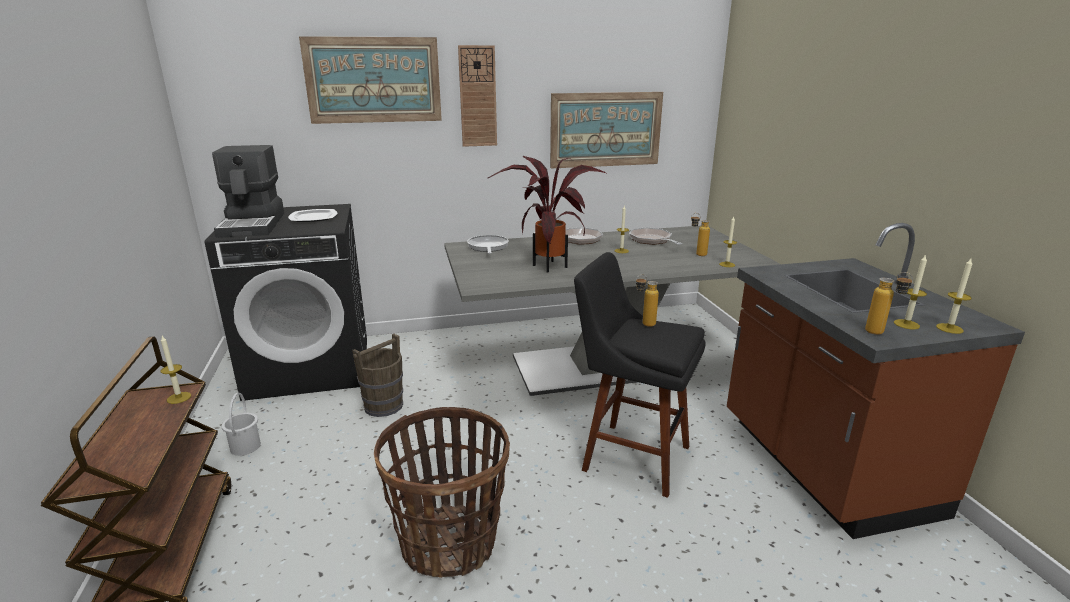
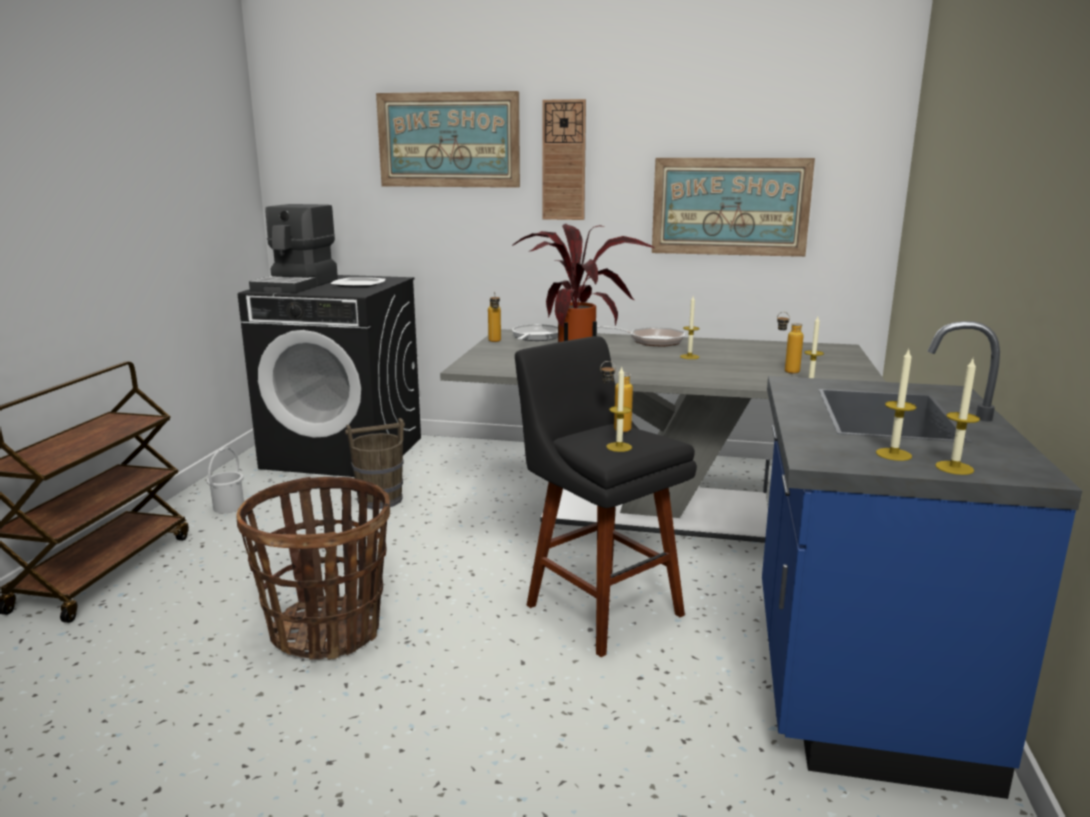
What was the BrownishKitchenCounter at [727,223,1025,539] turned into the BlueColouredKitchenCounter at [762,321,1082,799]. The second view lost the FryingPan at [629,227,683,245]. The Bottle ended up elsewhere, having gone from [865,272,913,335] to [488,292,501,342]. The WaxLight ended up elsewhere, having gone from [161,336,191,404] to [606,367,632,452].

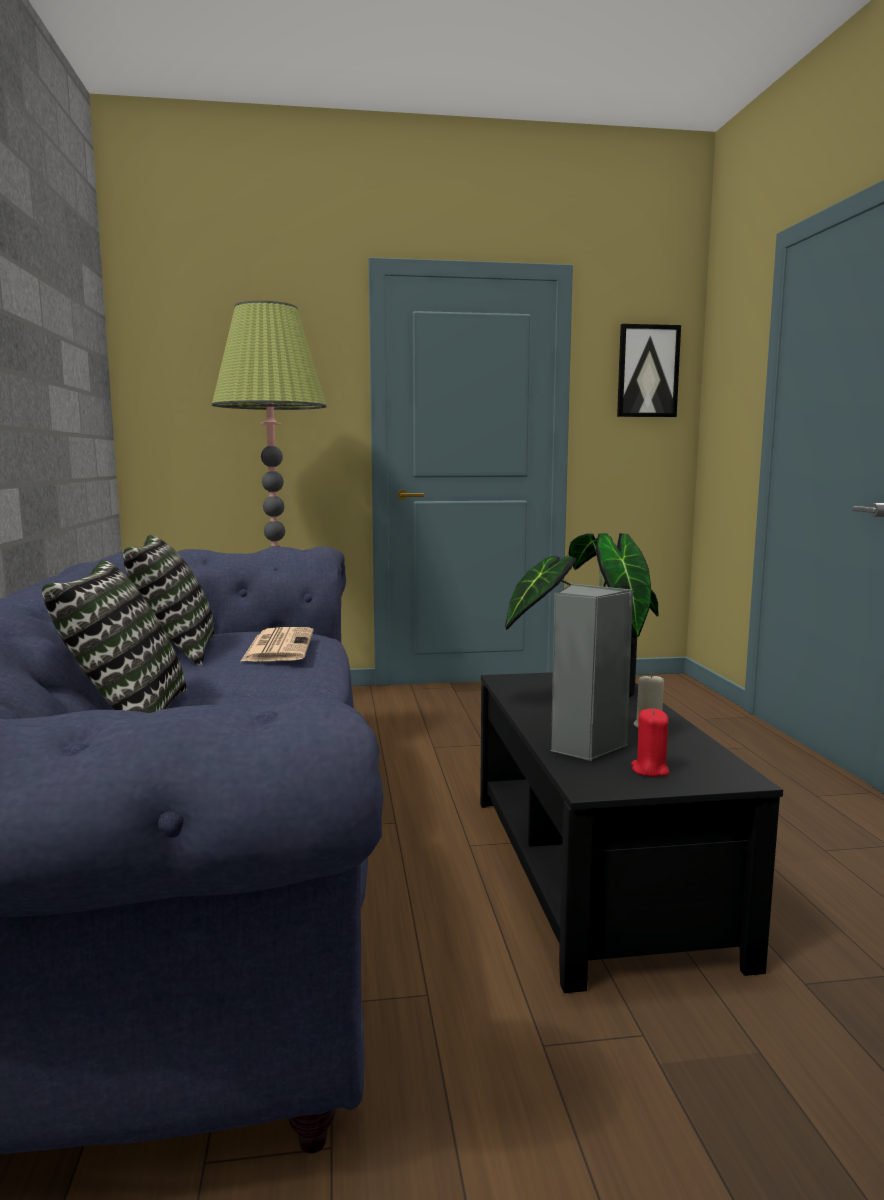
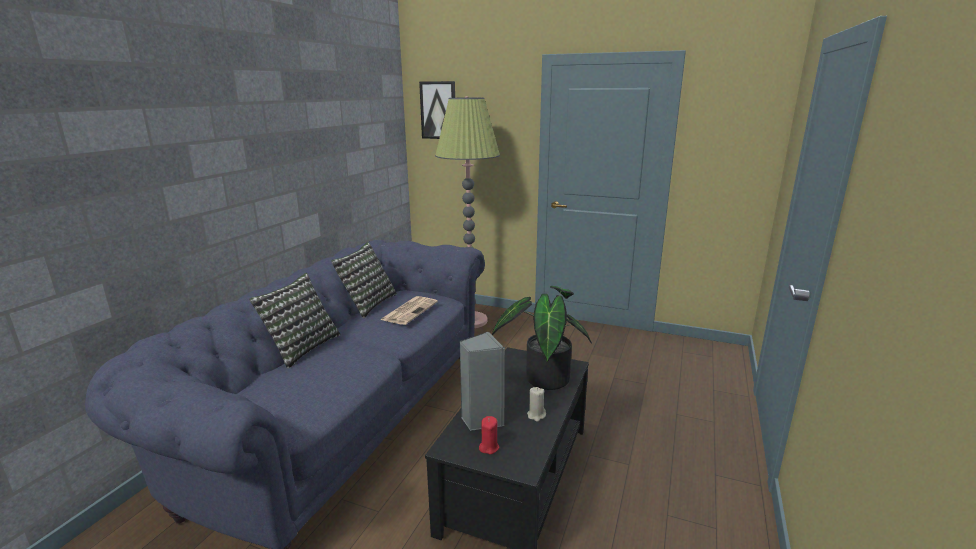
The WallArt ended up elsewhere, having gone from [617,324,681,417] to [419,81,455,139].

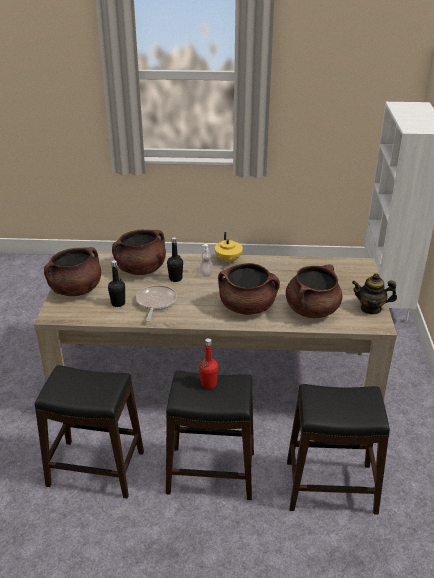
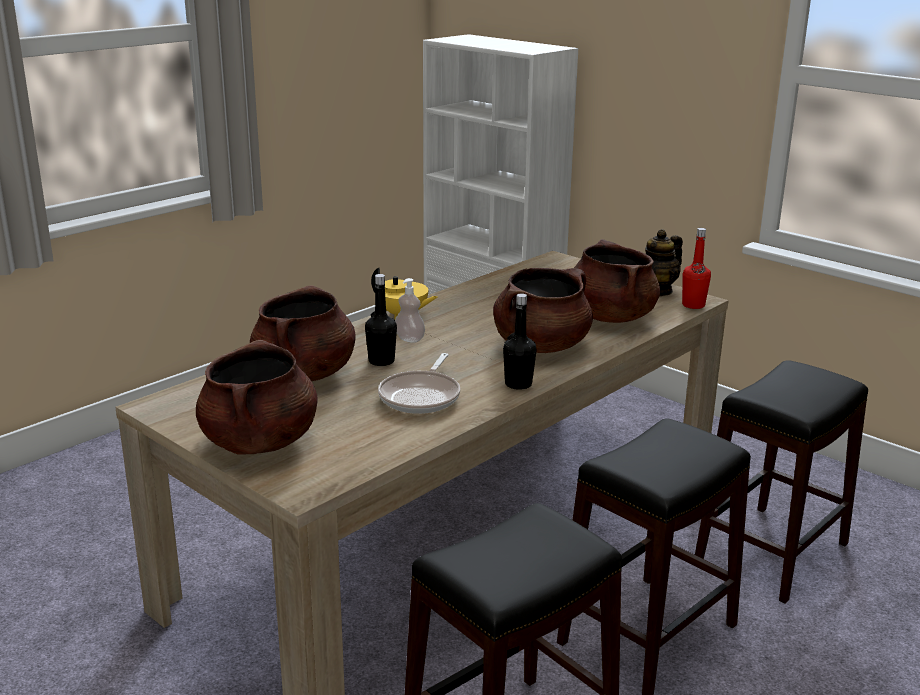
The BlackishBottle ended up elsewhere, having gone from [108,260,125,307] to [503,294,537,390]. The FryingPan at [136,285,177,322] ended up facing another way, 120 degrees counterclockwise from before. The ReddishBottle ended up elsewhere, having gone from [199,338,218,389] to [682,228,711,309].

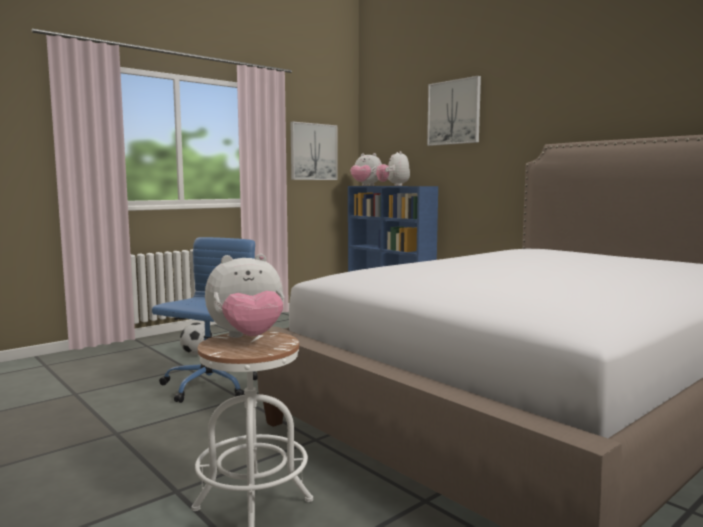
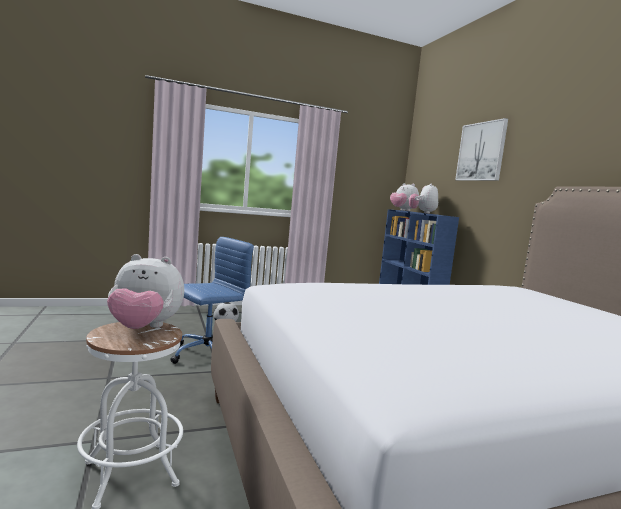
The second view lost the WallArt at [291,122,338,180].

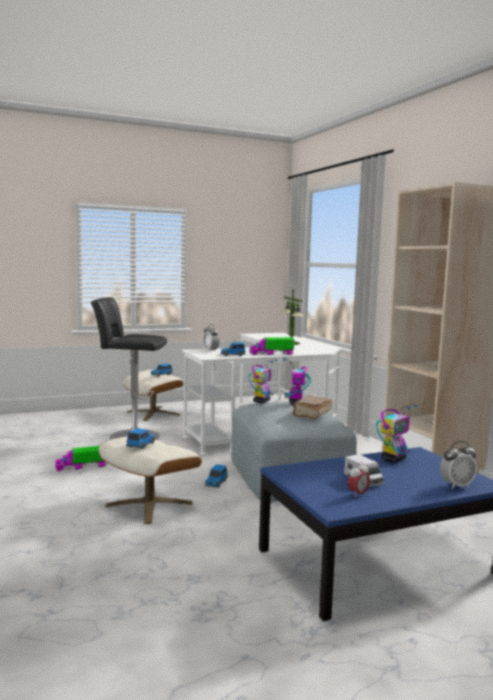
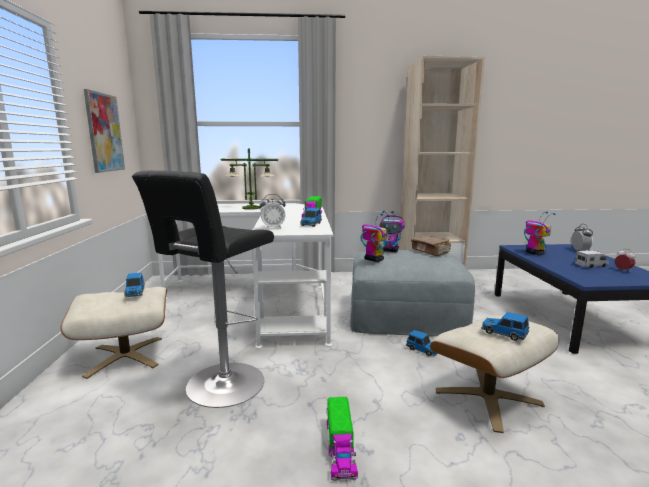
The second view gained the WallArt at [84,89,125,173].

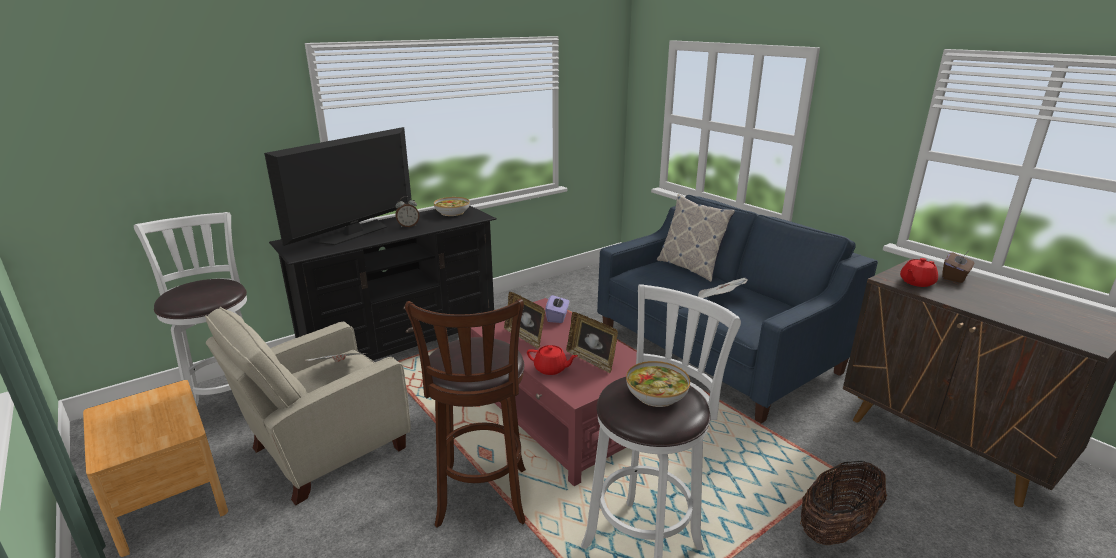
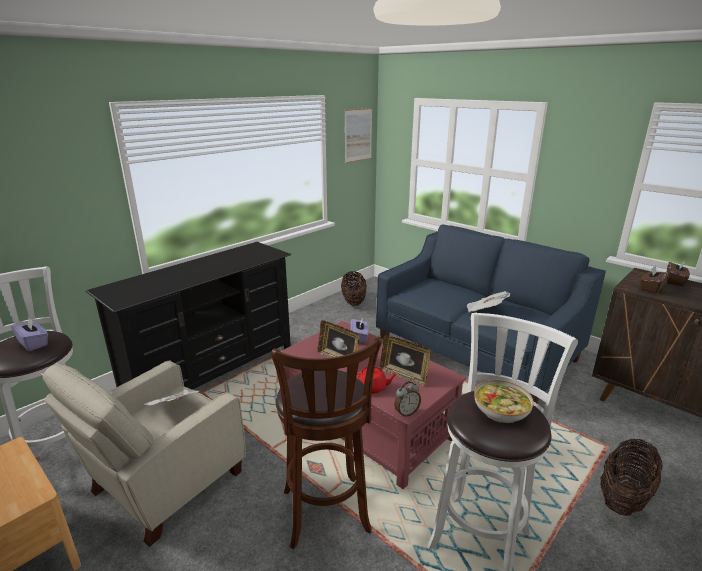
The second view lost the Television at [264,127,411,246]. The second view lost the Pillow at [657,194,735,282]. The BedsideClock ended up elsewhere, having gone from [395,197,419,228] to [394,381,421,417]. The second view lost the Bowl at [434,197,470,216]. Where the ReddishPotForTea stood at [900,258,938,287], the BrownishTissueBox came to stand at [640,266,669,293]. The second view gained the WallArt at [344,108,372,163]. The second view gained the Basket at [341,271,367,306]. The second view gained the PurpleColouredTissueBox at [12,318,48,351].

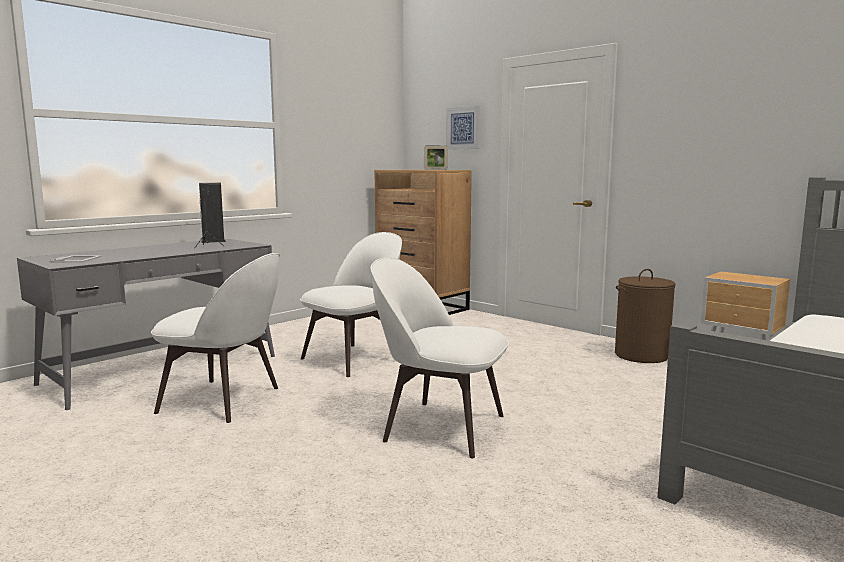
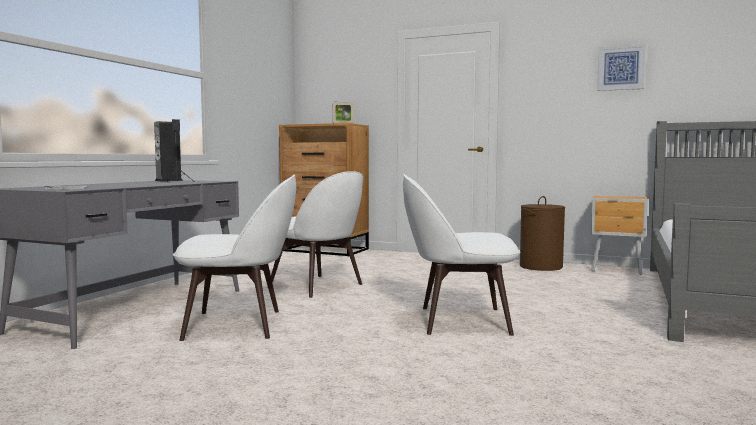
The WallArt ended up elsewhere, having gone from [446,106,480,150] to [597,44,646,91]. The WhiteColouredUprightChair at [300,232,402,377] ended up facing another way, 105 degrees clockwise from before.

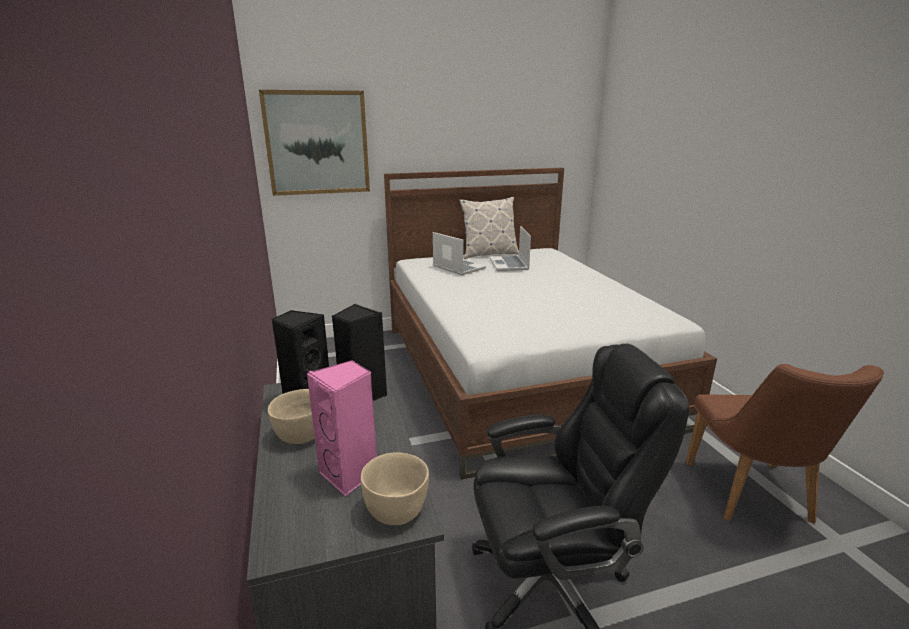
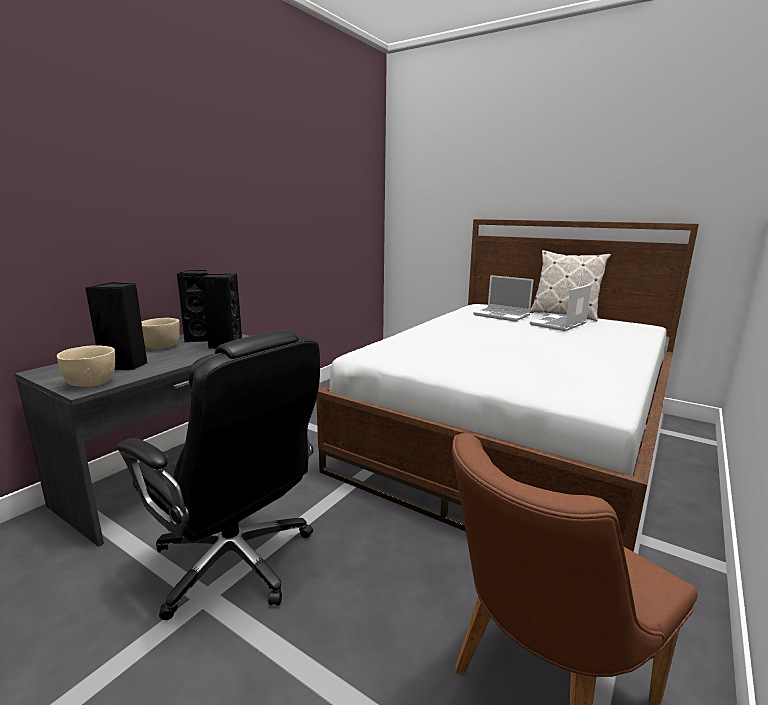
The second view lost the WallArt at [259,90,370,196]. The Laptop at [433,232,486,275] ended up facing another way, 120 degrees clockwise from before. What was the PinkAudioSpeaker at [307,360,377,496] turned into the BlackishAudioSpeaker at [85,282,147,370].

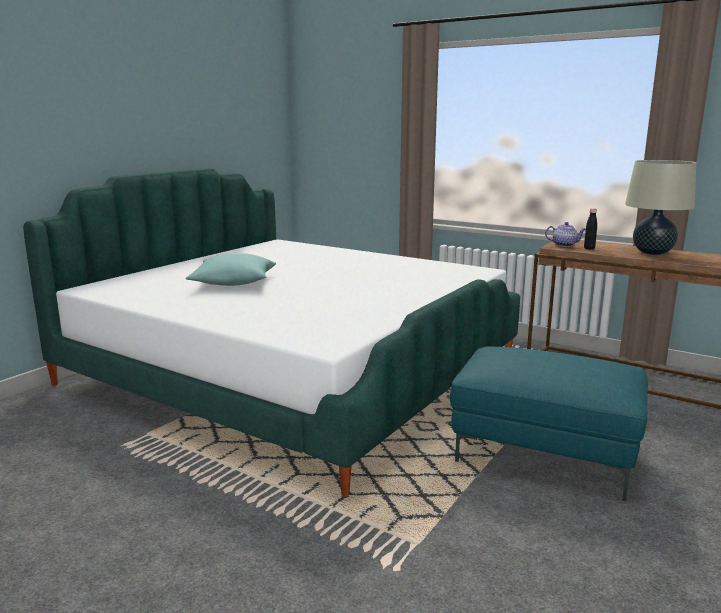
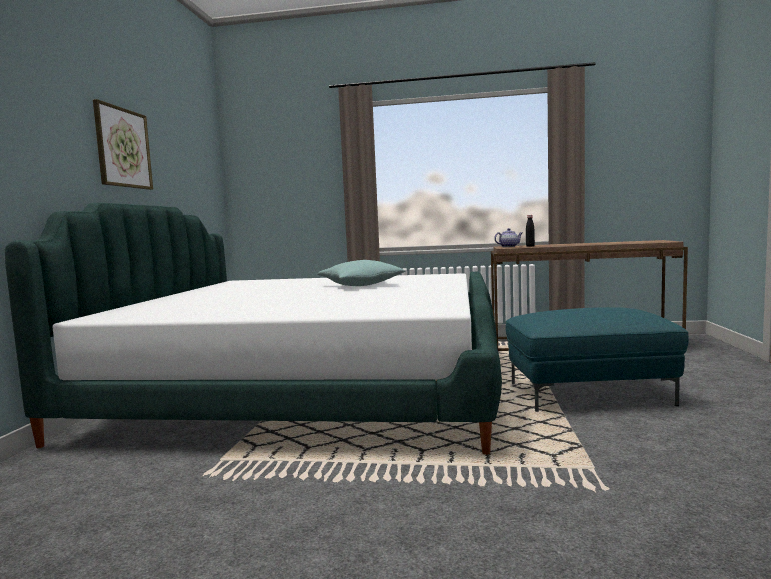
The second view lost the SandColouredTableLamp at [625,160,696,255]. The TurquoiseColouredPillow ended up elsewhere, having gone from [185,253,276,286] to [317,260,406,286]. The second view gained the WallArt at [93,99,153,190].

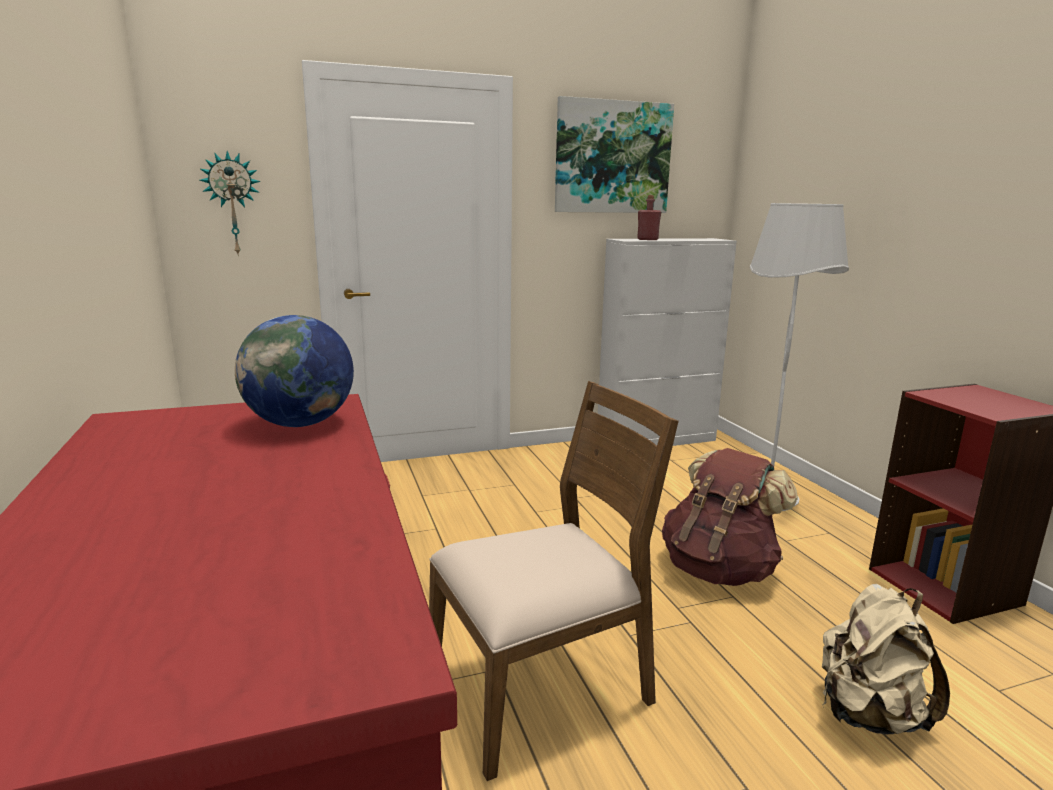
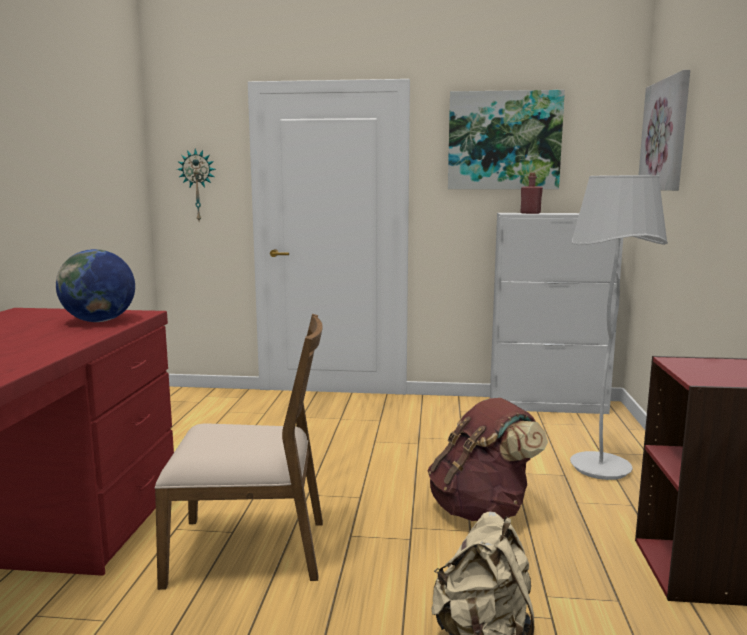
The second view gained the WallArt at [639,70,690,191].

